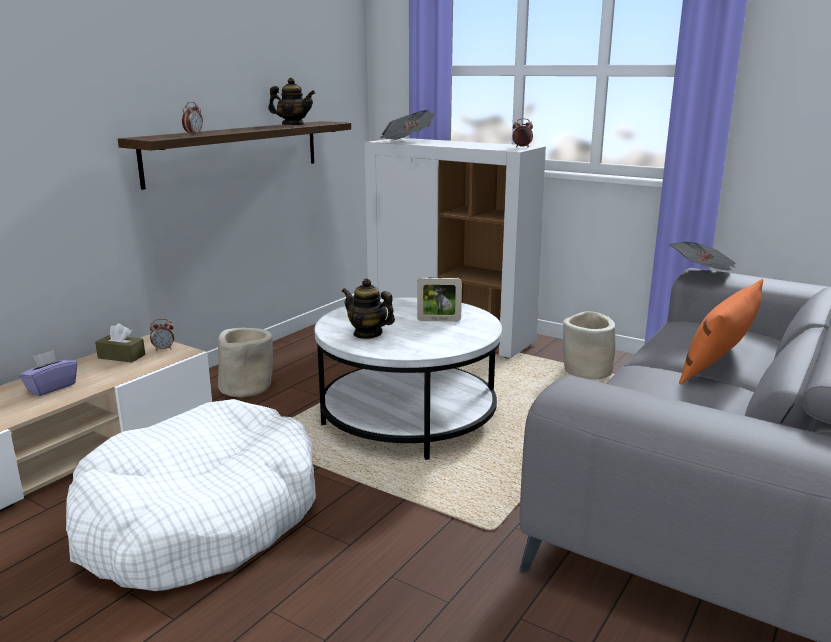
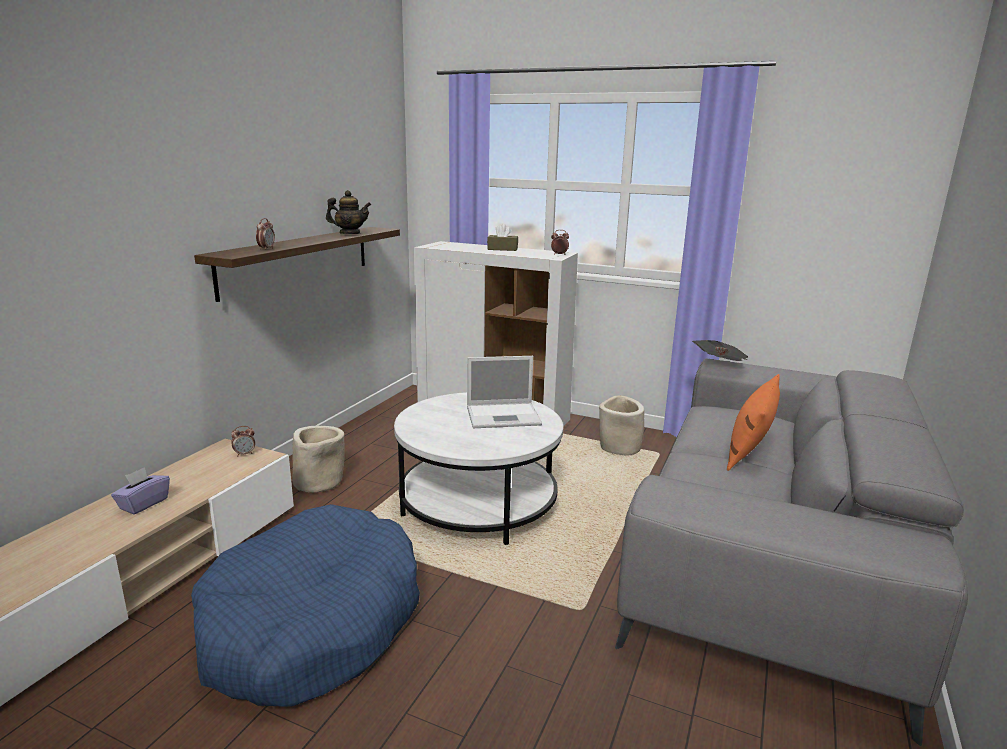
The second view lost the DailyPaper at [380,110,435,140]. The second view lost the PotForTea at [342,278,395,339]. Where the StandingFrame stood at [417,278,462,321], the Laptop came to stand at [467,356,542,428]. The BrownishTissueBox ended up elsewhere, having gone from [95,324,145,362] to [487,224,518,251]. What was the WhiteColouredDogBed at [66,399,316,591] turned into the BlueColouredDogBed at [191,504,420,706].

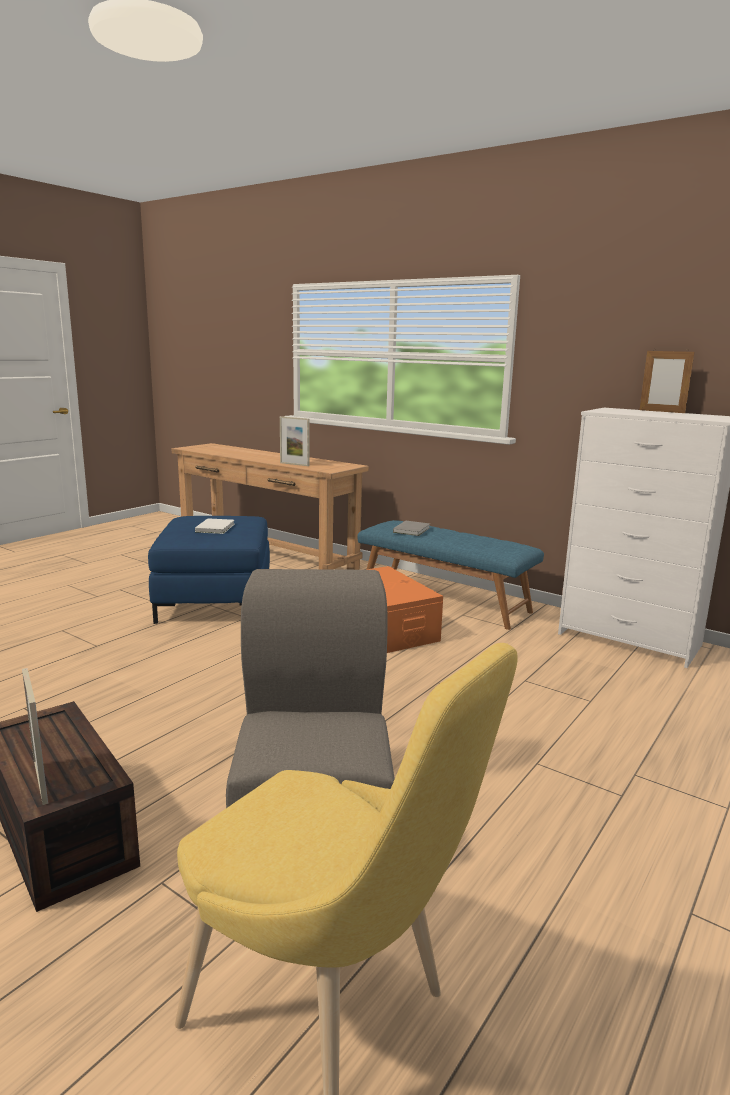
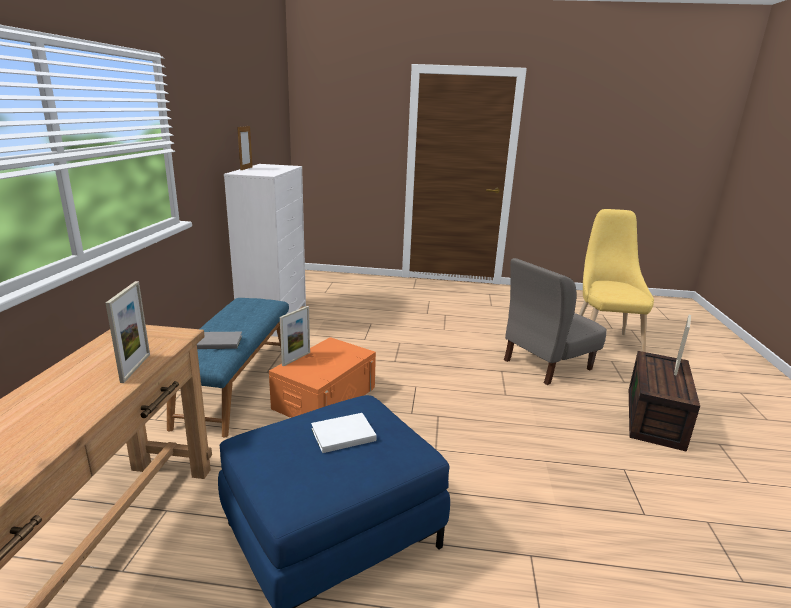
The second view gained the StandingFrame at [280,306,310,366].

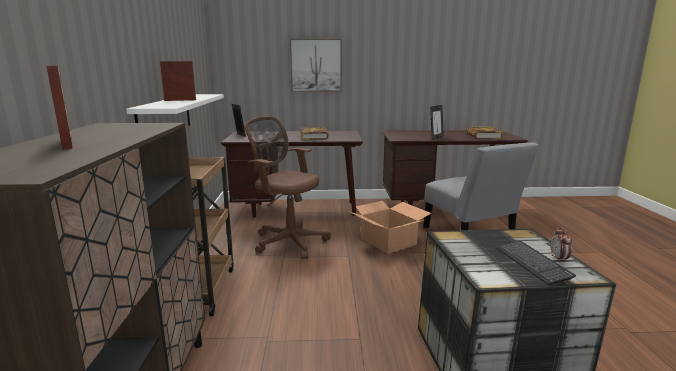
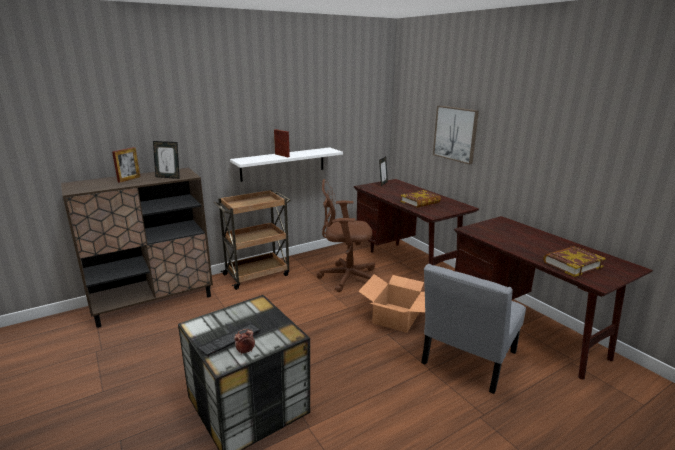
The StandingFrame ended up elsewhere, having gone from [430,105,444,140] to [153,141,180,179]. The BrownishDeskChair at [244,116,331,259] ended up facing another way, 90 degrees counterclockwise from before.

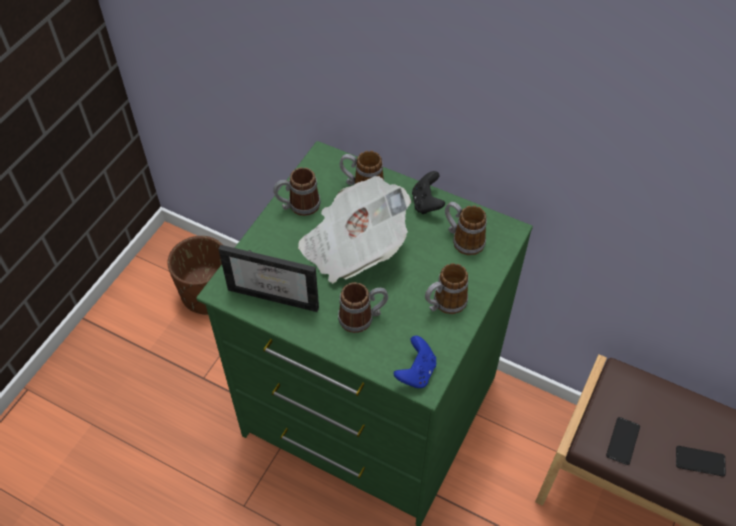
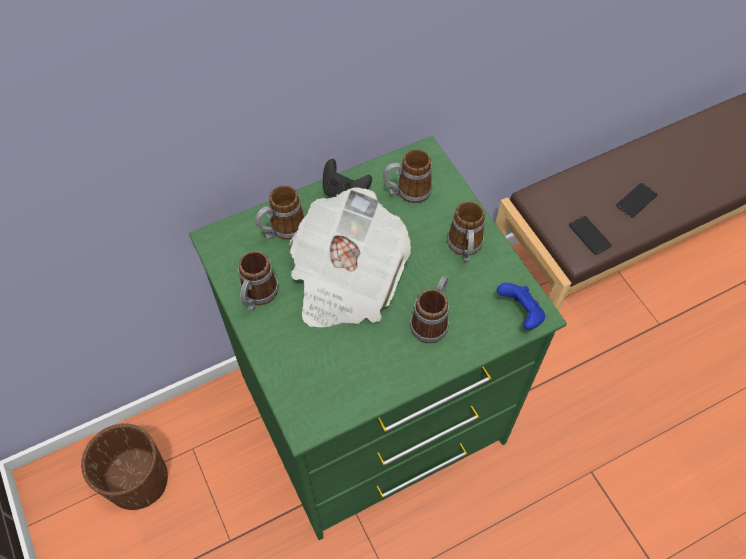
The second view lost the StandingFrame at [218,245,319,312].

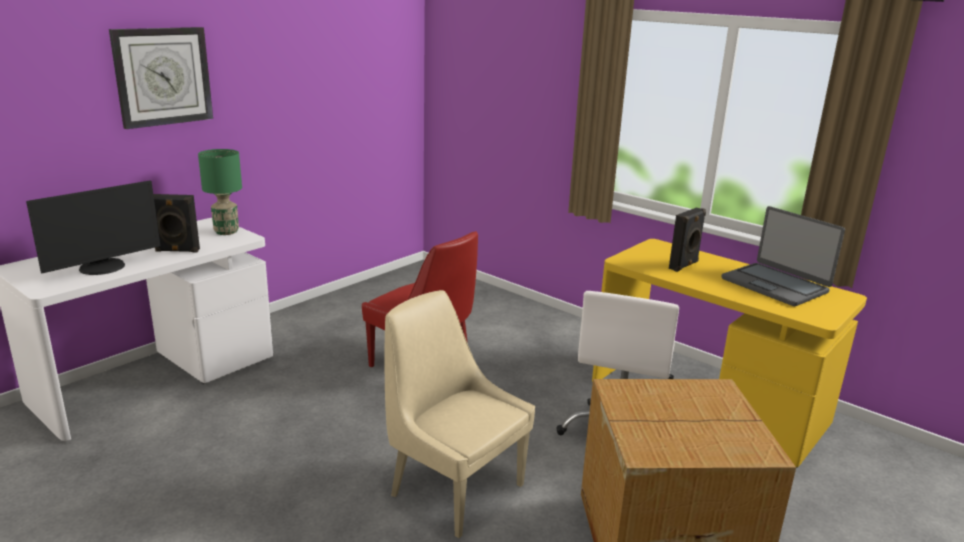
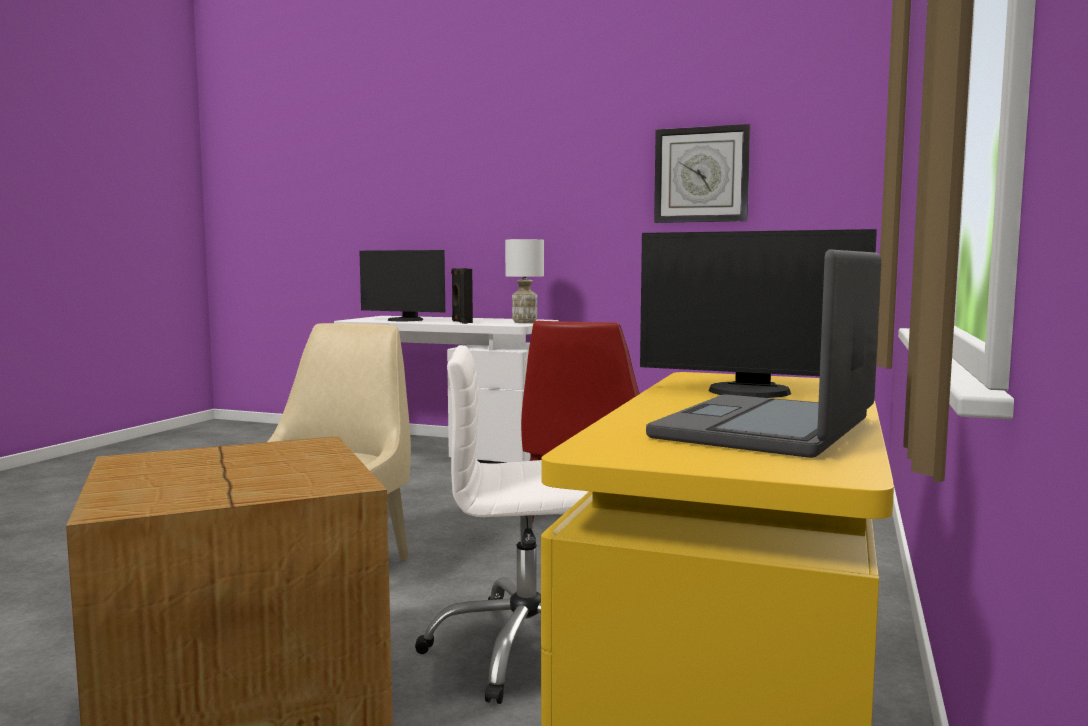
The ClockOnTheWall ended up elsewhere, having gone from [109,27,213,129] to [654,124,750,223]. What was the GreenishTableLamp at [198,149,242,235] turned into the WhiteColouredTableLamp at [505,239,544,323]. Where the BlackishAudioSpeaker stood at [669,207,706,272], the ComputerScreen came to stand at [640,229,877,398].

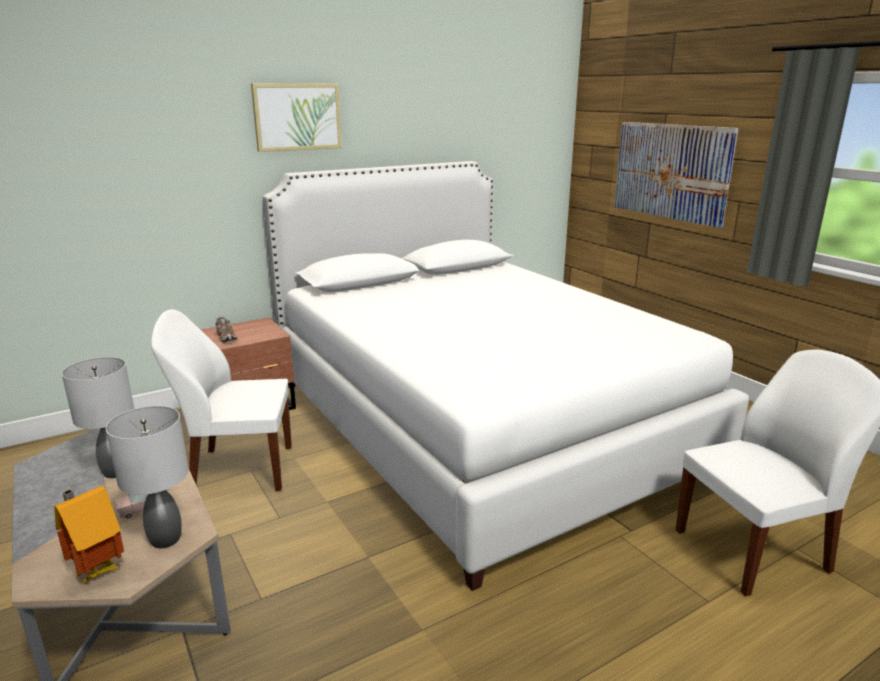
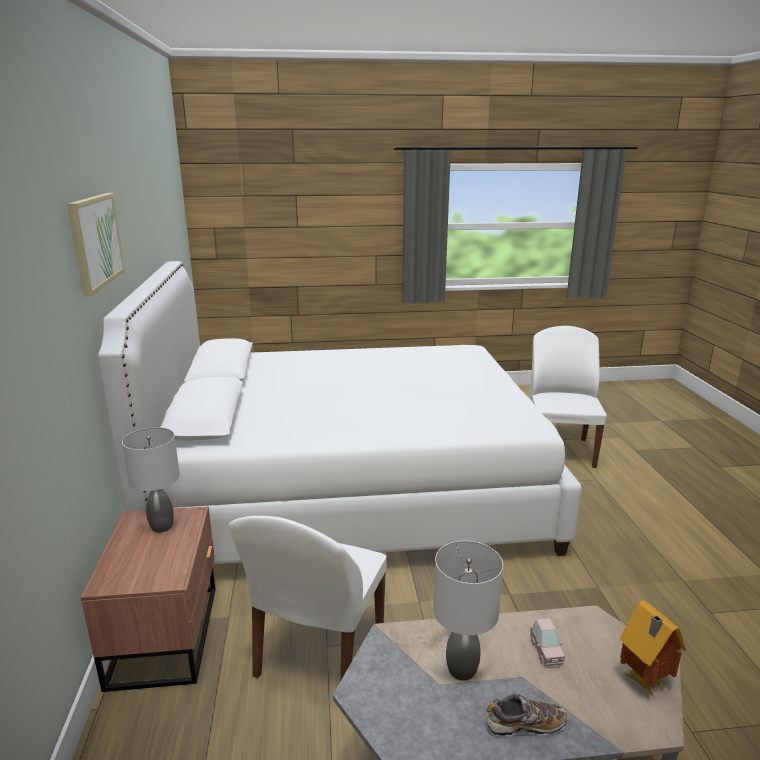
The second view lost the WallArt at [614,122,739,228]. The ItemOfFootwear ended up elsewhere, having gone from [215,317,237,343] to [486,694,567,737]. The GreyishTableLamp ended up elsewhere, having gone from [106,406,189,548] to [122,427,180,533].

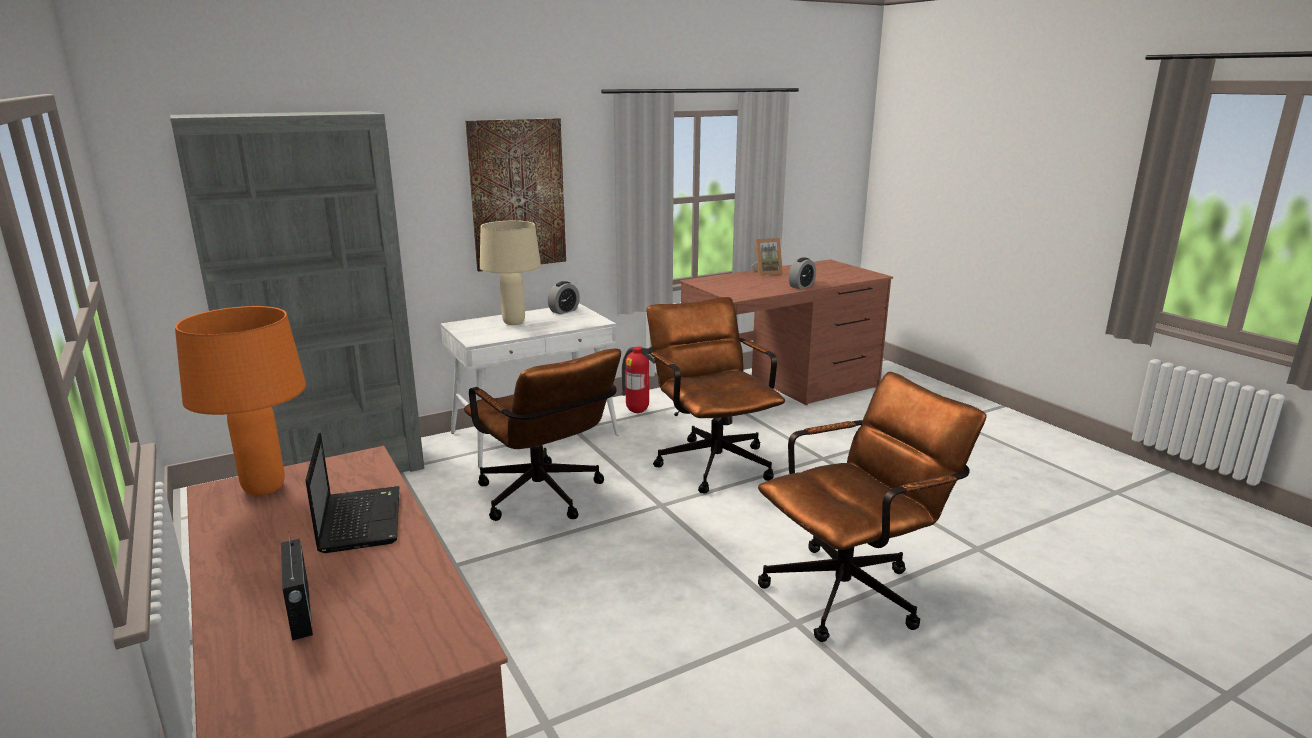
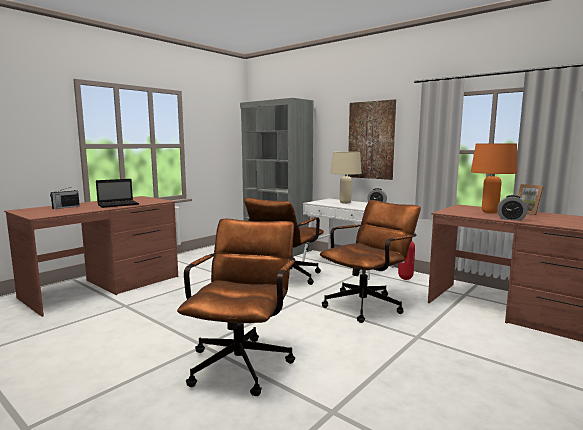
The OrangeyTableLamp ended up elsewhere, having gone from [175,306,306,496] to [471,144,517,213]. The BrownishDeskChair at [758,372,986,642] ended up facing another way, 120 degrees counterclockwise from before.

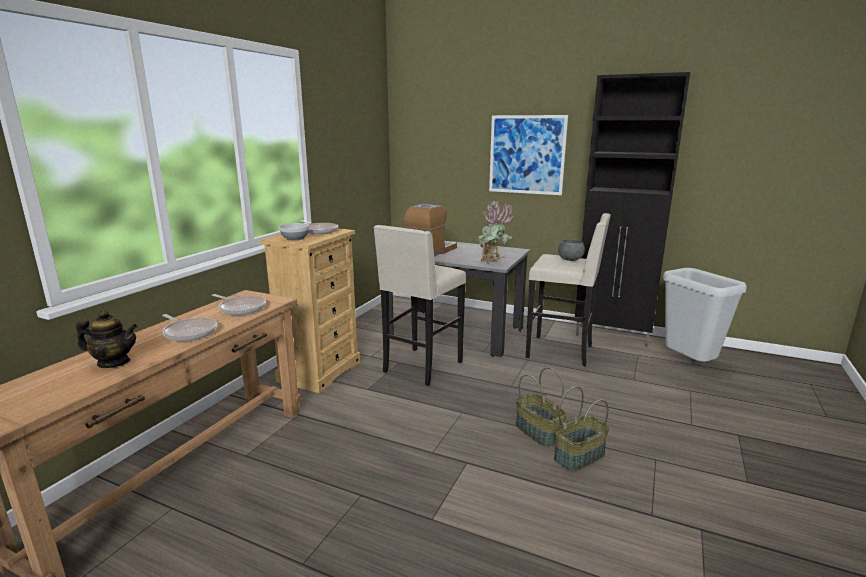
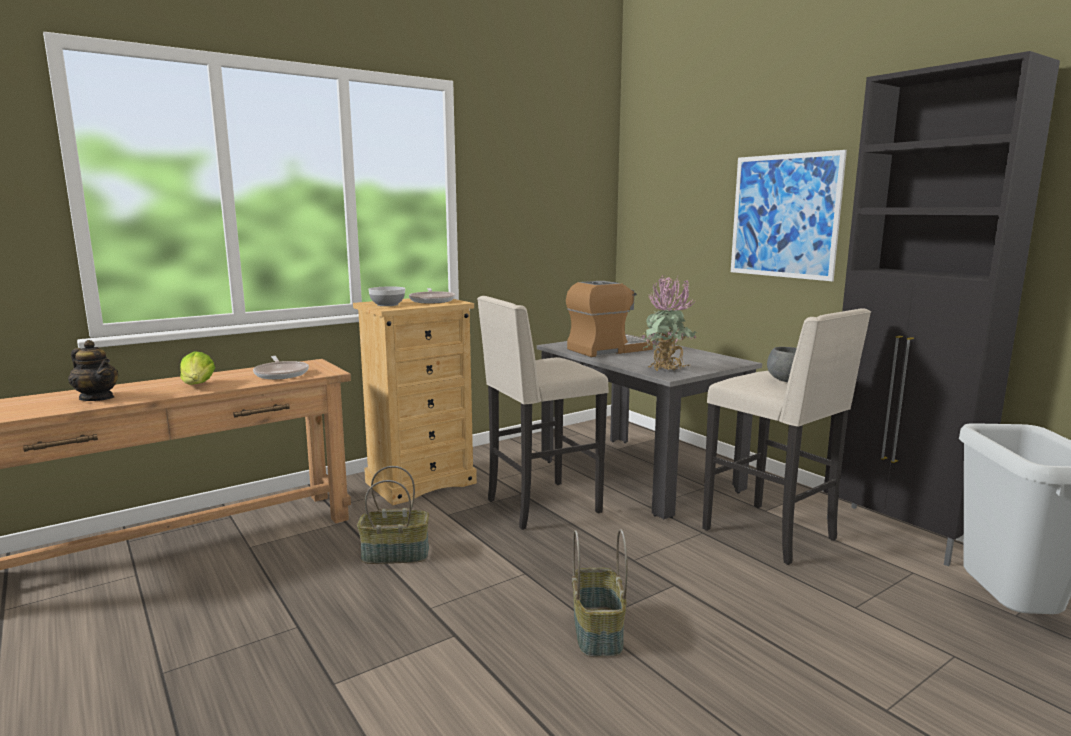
Where the FryingPan stood at [162,314,218,342], the Lettuce came to stand at [180,351,215,385]. The Basket ended up elsewhere, having gone from [554,386,609,471] to [357,466,429,564].

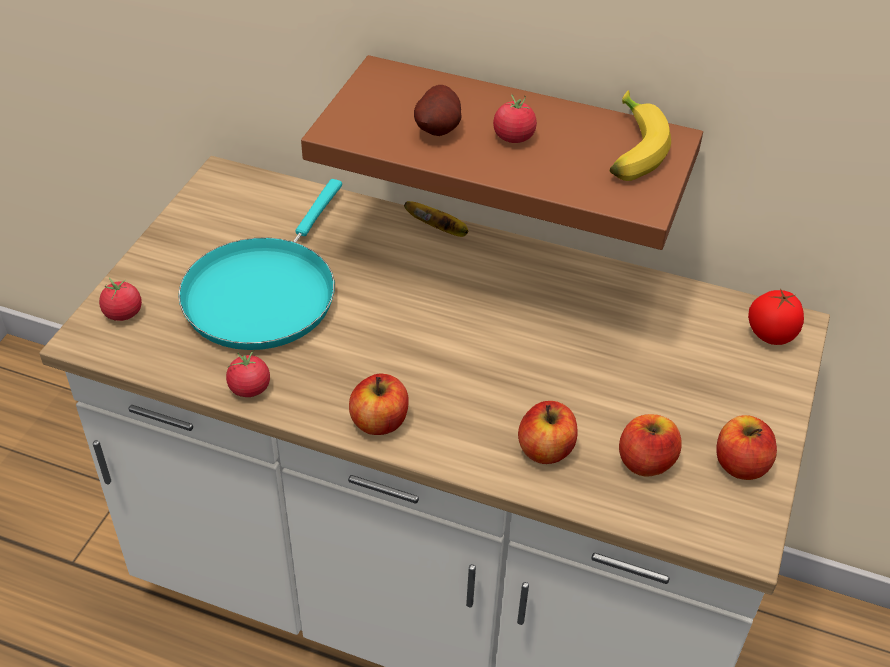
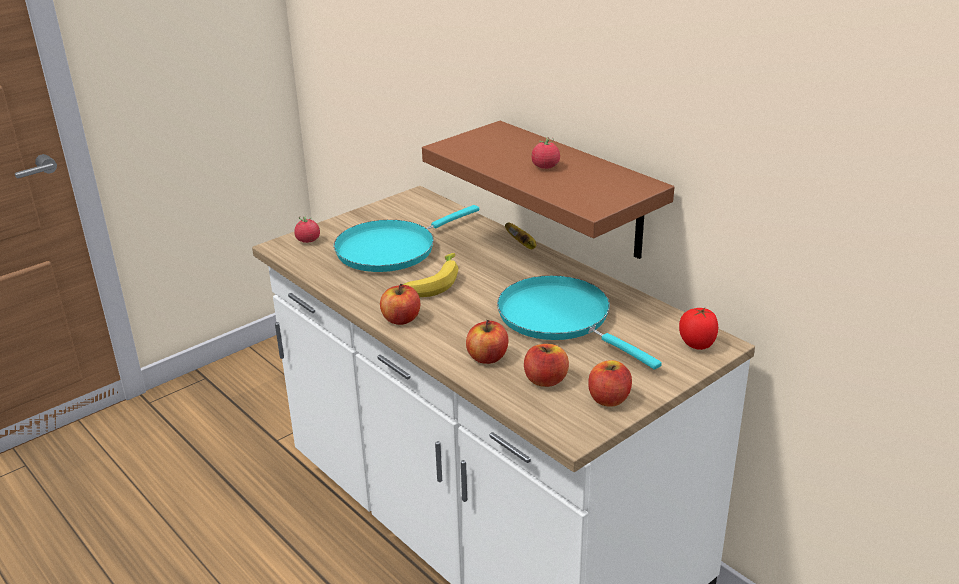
The second view lost the Potato at [414,85,462,136]. The WholeBanana ended up elsewhere, having gone from [610,90,671,181] to [403,253,459,297]. The second view lost the Tomato at [226,350,270,397]. The second view gained the TurquoiseColouredFryingPan at [497,275,662,370].

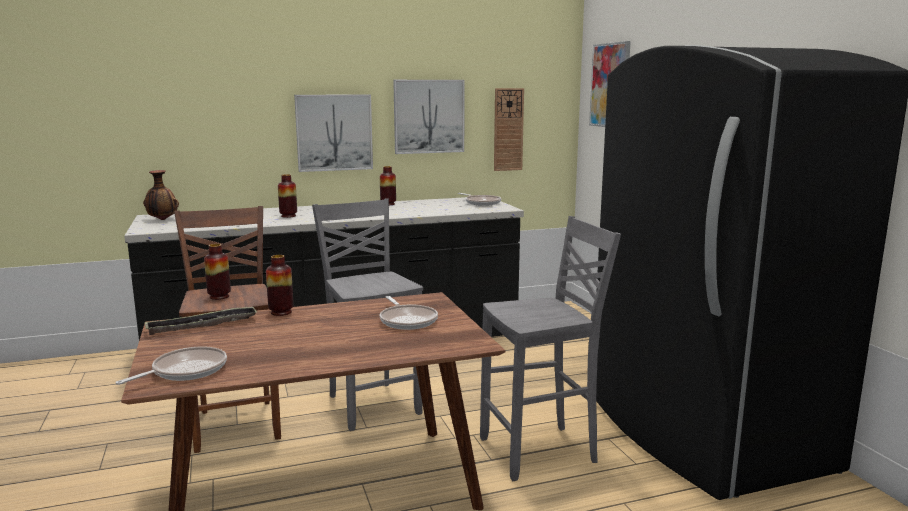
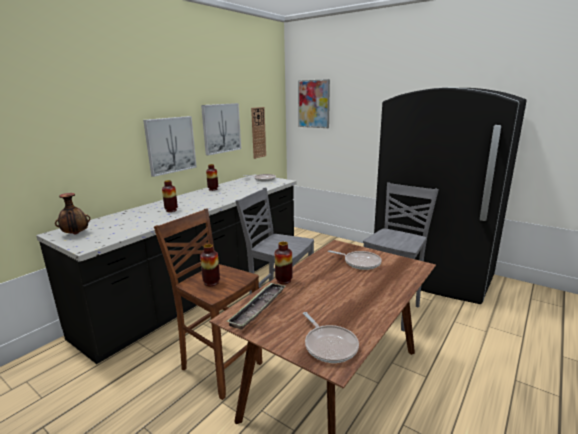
The FryingPan at [116,347,227,385] ended up facing another way, 150 degrees clockwise from before.

